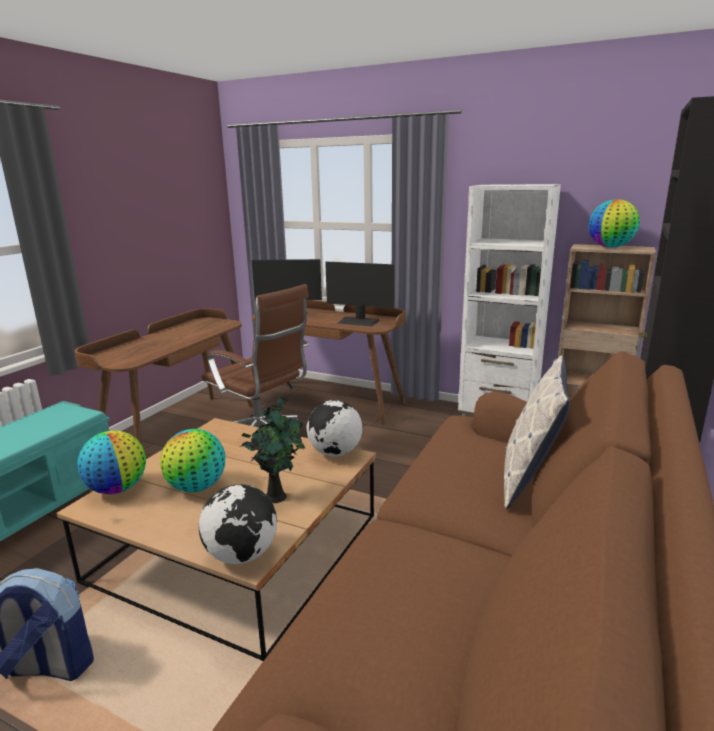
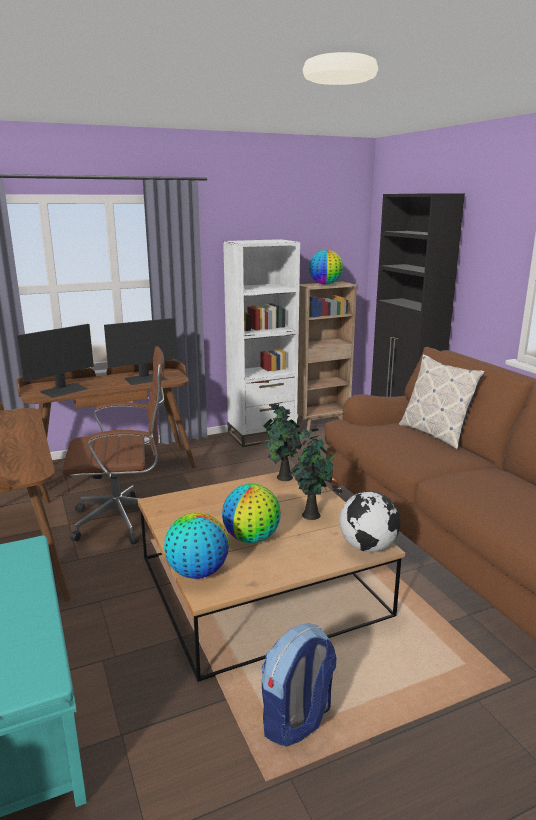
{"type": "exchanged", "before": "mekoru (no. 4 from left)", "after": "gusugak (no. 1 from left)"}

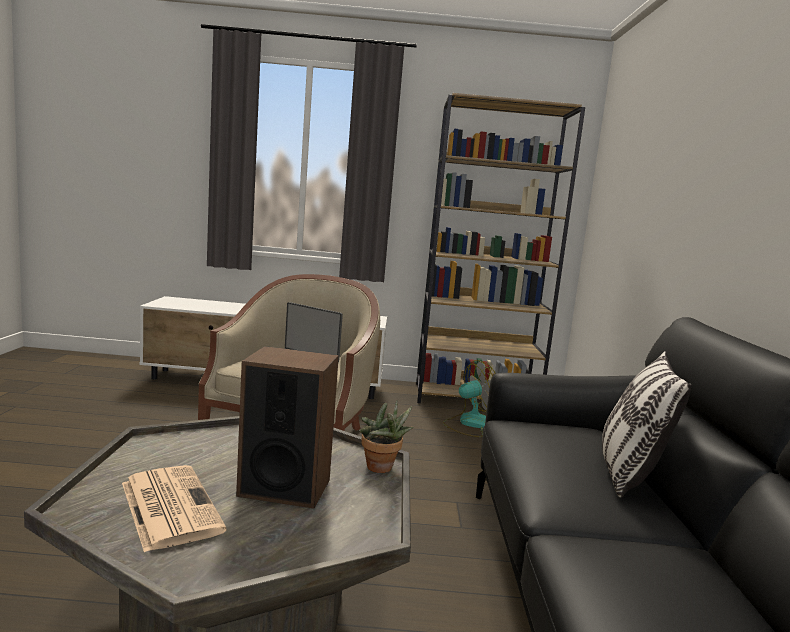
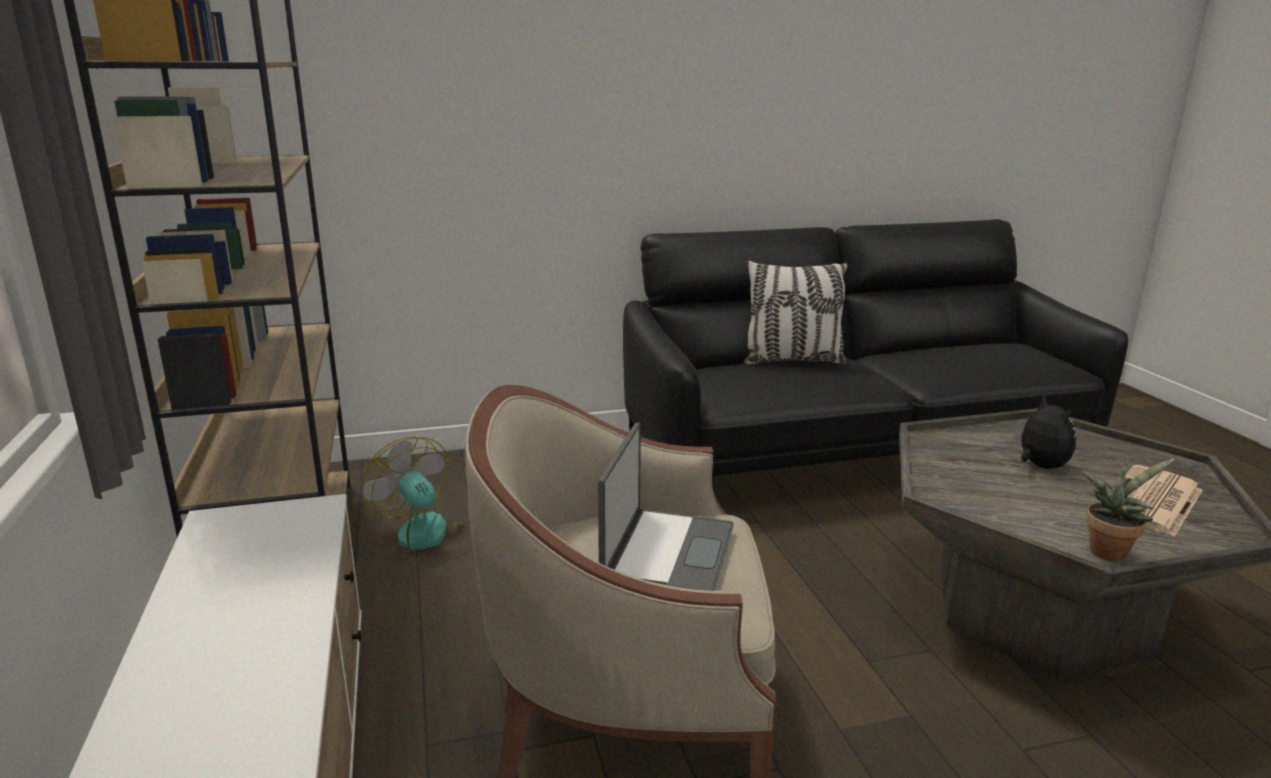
{"type": "exchanged", "before": "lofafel", "after": "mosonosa"}
{"type": "relocated", "before": "gusugak"}

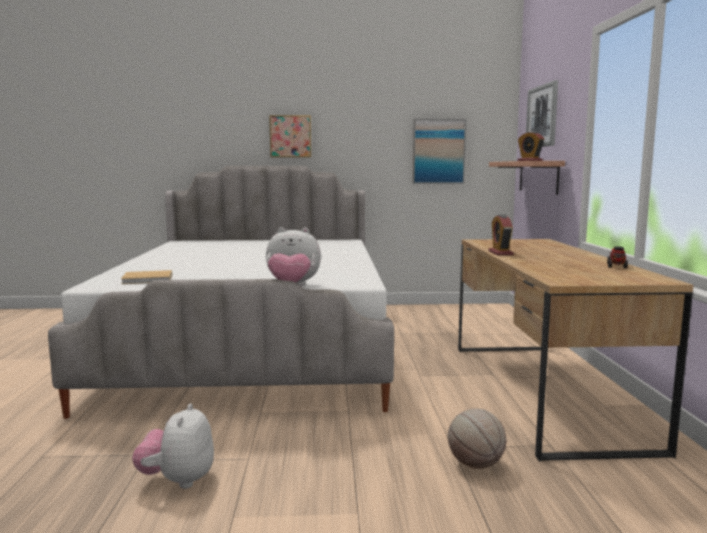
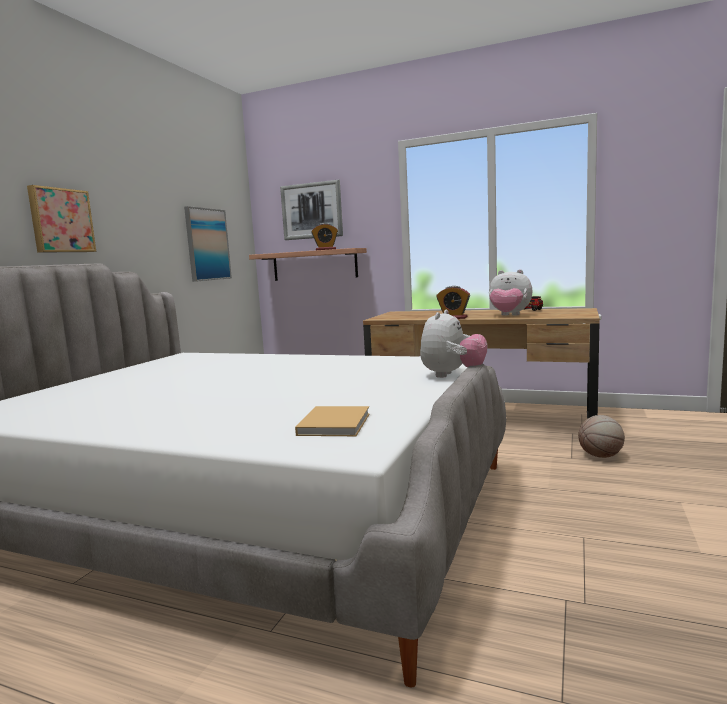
{"type": "relocated", "before": "mosonosa (no. 1 from left in the first image)", "after": "mosonosa (no. 2 from left)"}

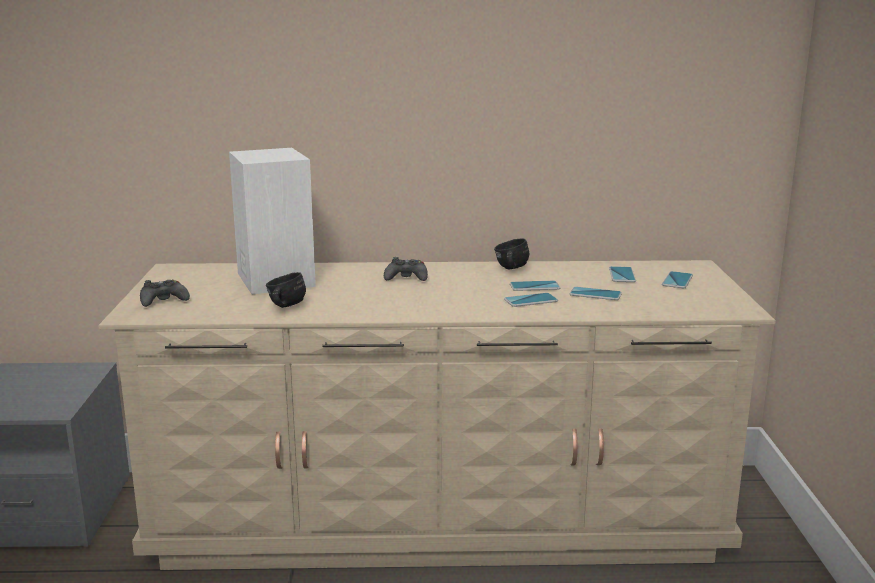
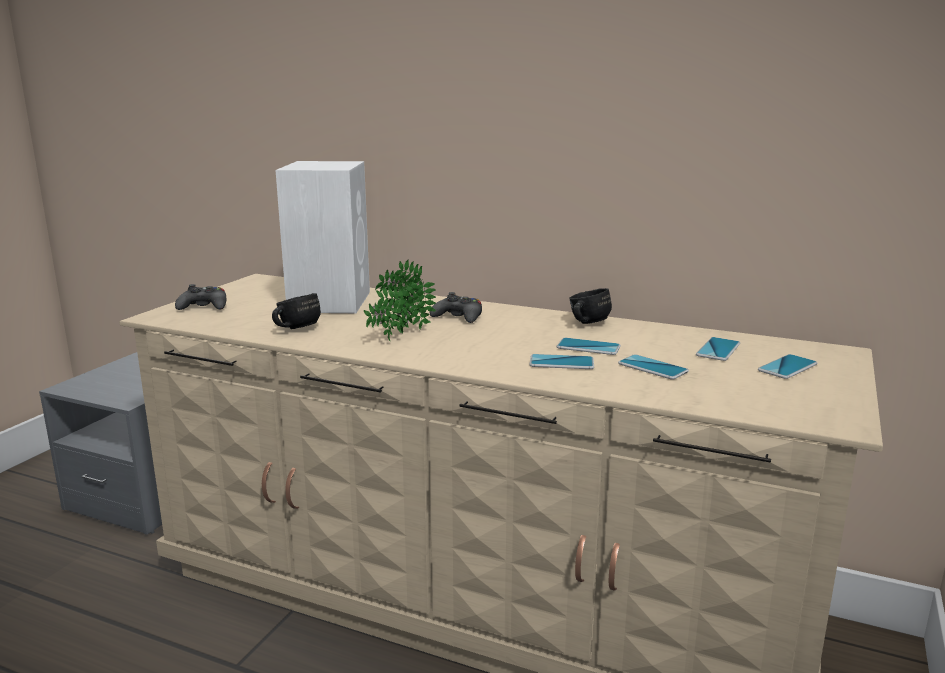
{"type": "appeared", "after": "gusugak"}

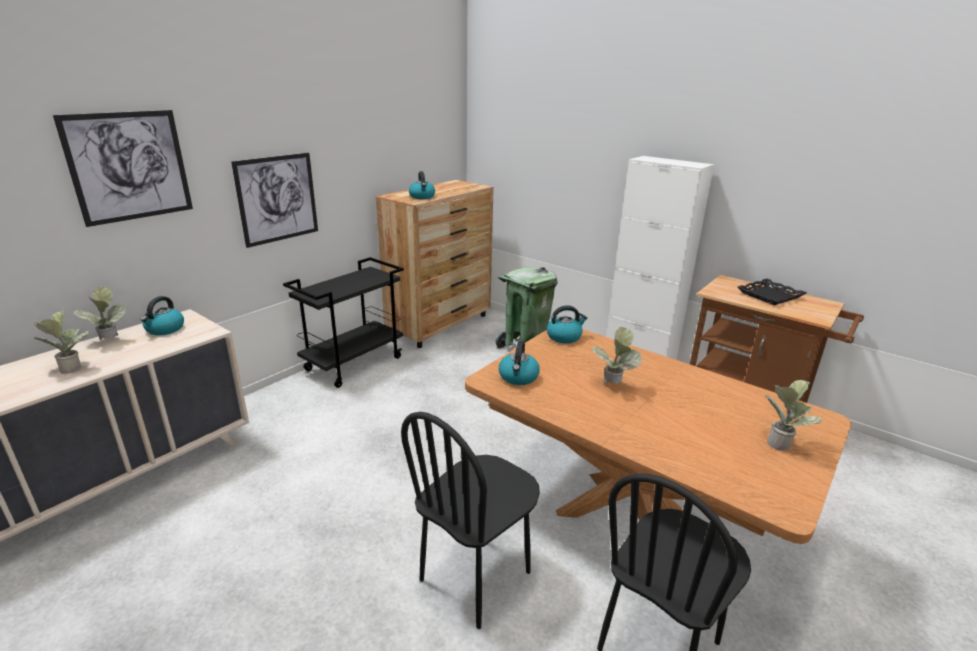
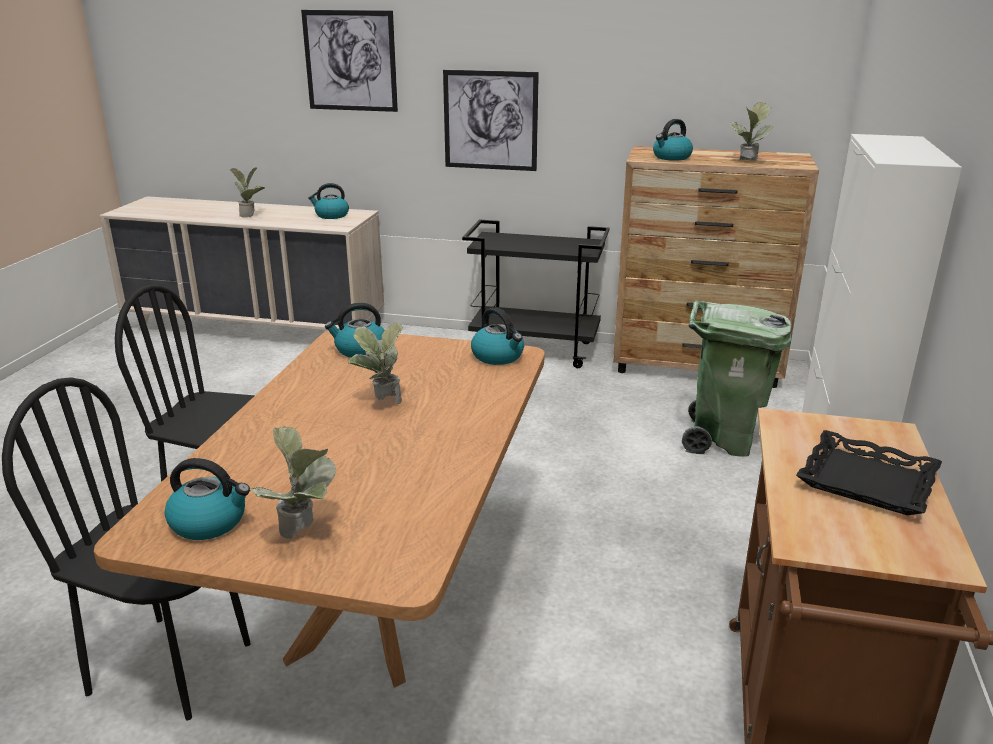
{"type": "appeared", "after": "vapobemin (no. 1 from left)"}
{"type": "relocated", "before": "gusugak (no. 2 from left in the first image)", "after": "gusugak (no. 4 from left)"}

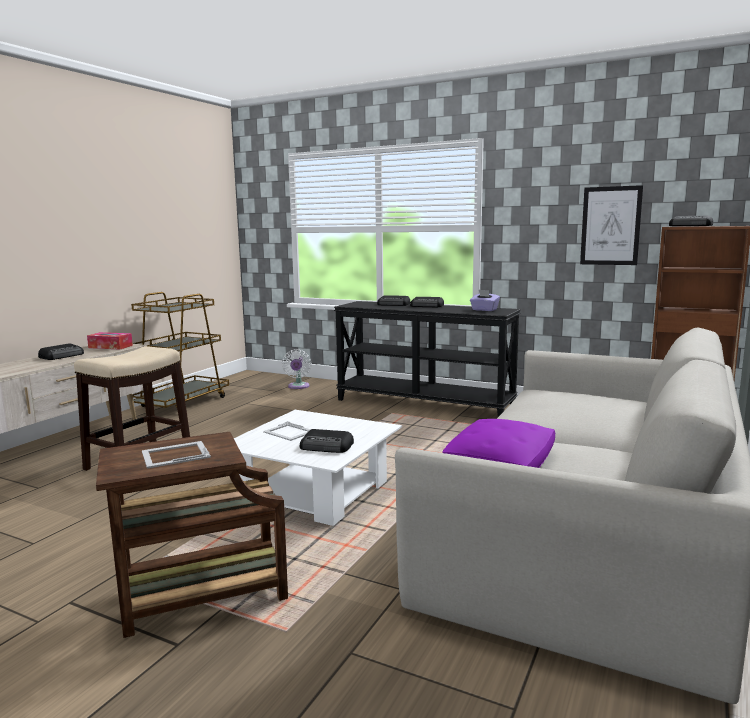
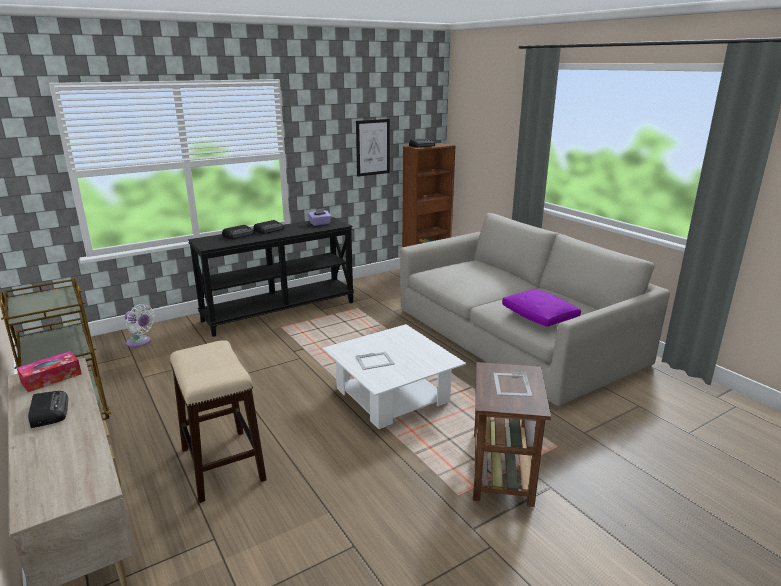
{"type": "missing", "before": "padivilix (no. 2 from left)"}

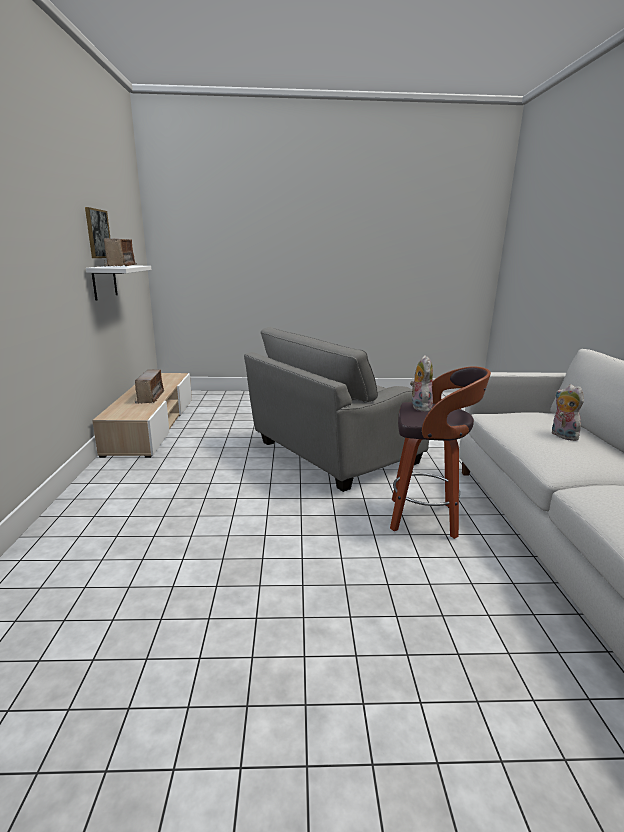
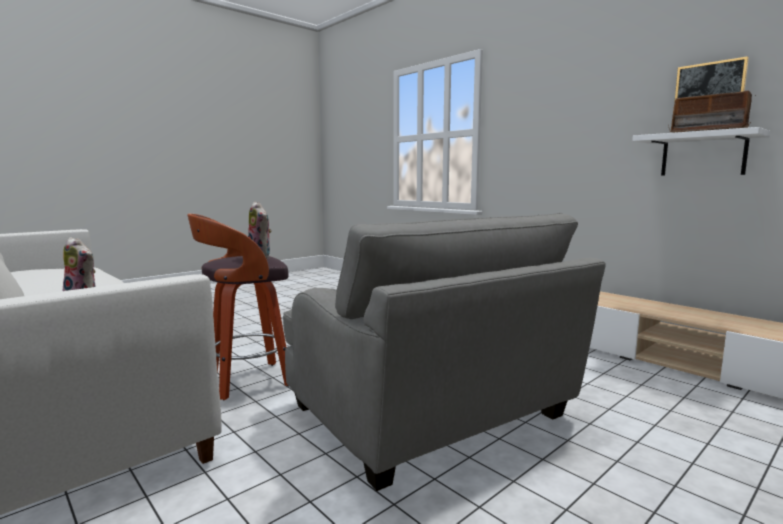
{"type": "spun", "before": "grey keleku", "turn": 135}
{"type": "missing", "before": "padivilix (no. 2 from left)"}

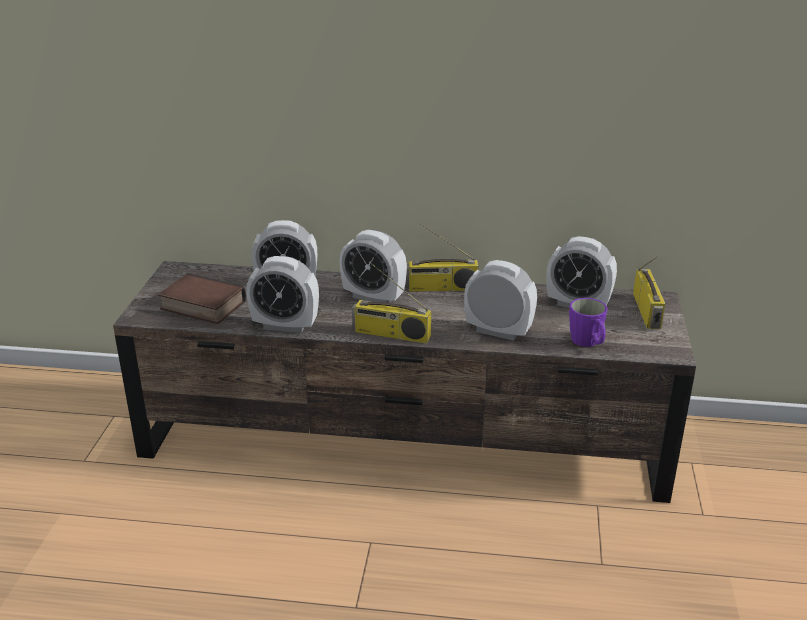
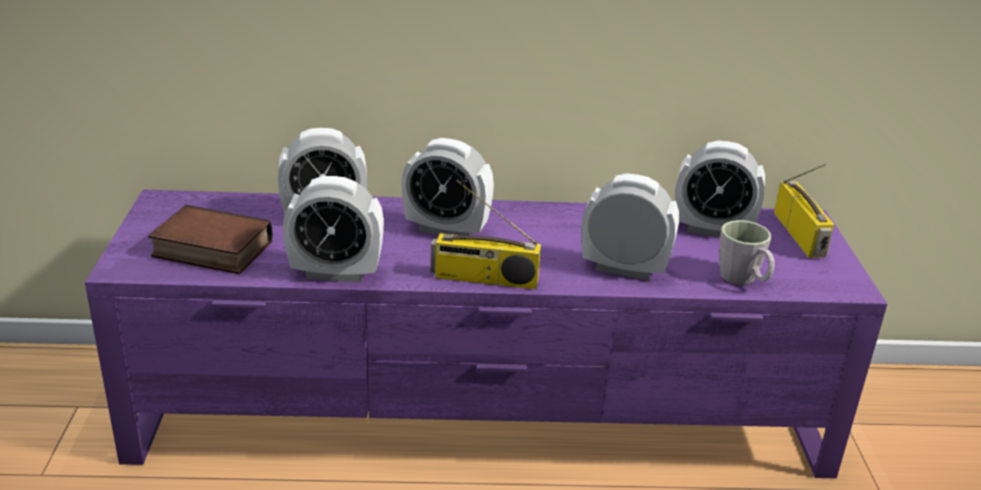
{"type": "colour", "before": "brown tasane", "after": "purple tasane"}
{"type": "colour", "before": "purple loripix", "after": "grey loripix"}
{"type": "missing", "before": "padivilix (no. 2 from left)"}

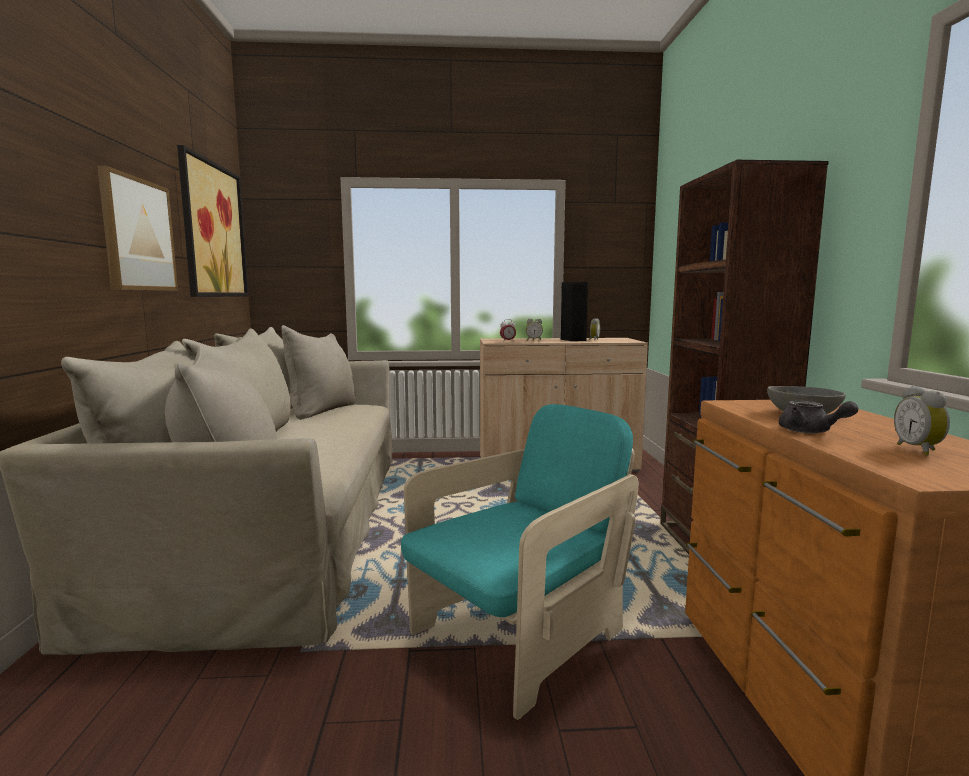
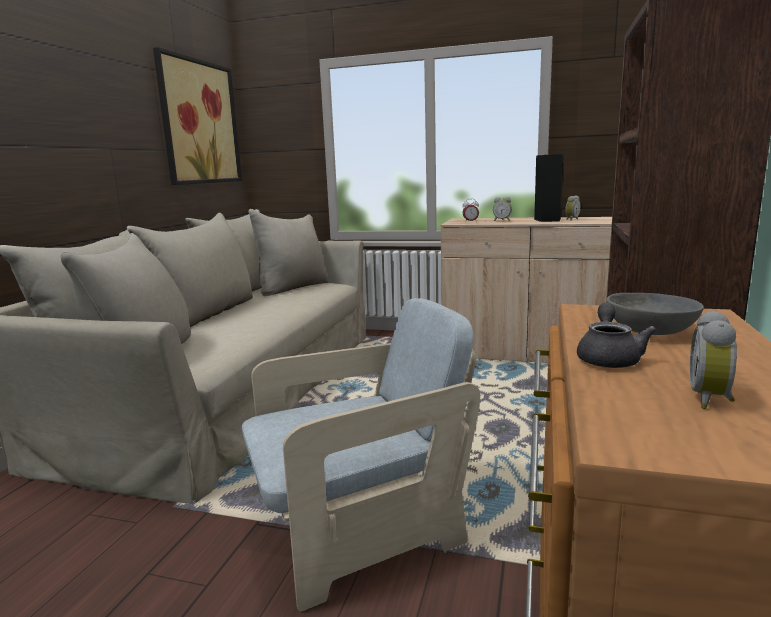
{"type": "colour", "before": "turquoise keleku", "after": "beige keleku"}
{"type": "spun", "before": "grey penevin", "turn": -150}
{"type": "missing", "before": "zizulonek (no. 1 from left)"}

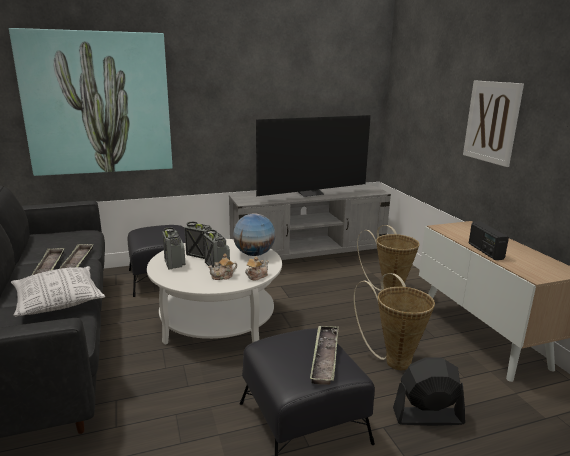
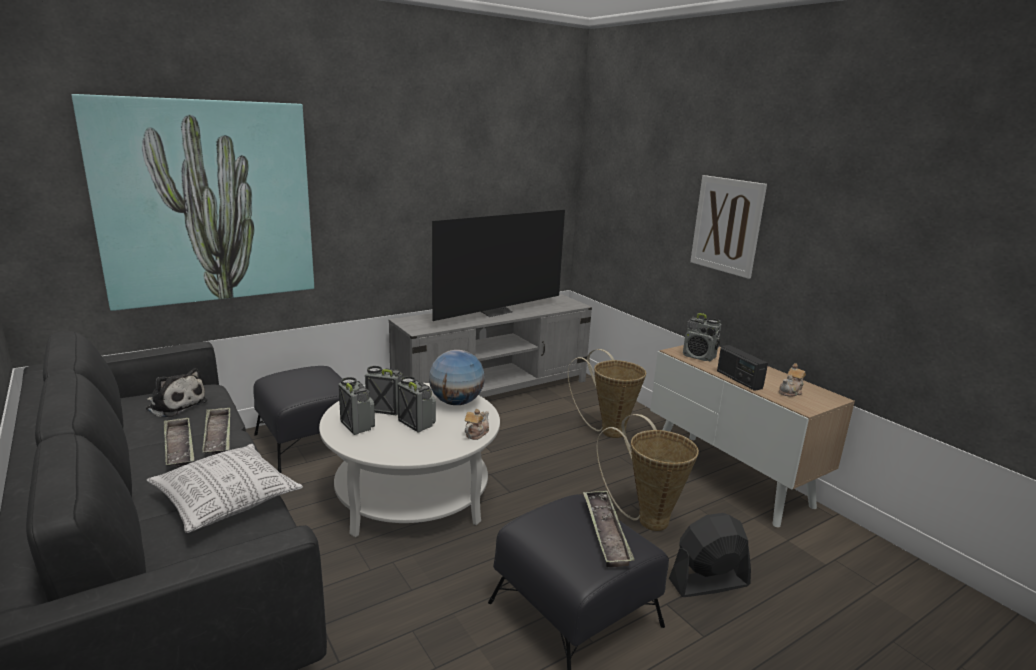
{"type": "appeared", "after": "mosonosa"}
{"type": "appeared", "after": "padivilix (no. 4 from left)"}
{"type": "relocated", "before": "penevin (no. 1 from left in the first image)", "after": "penevin (no. 2 from left)"}

